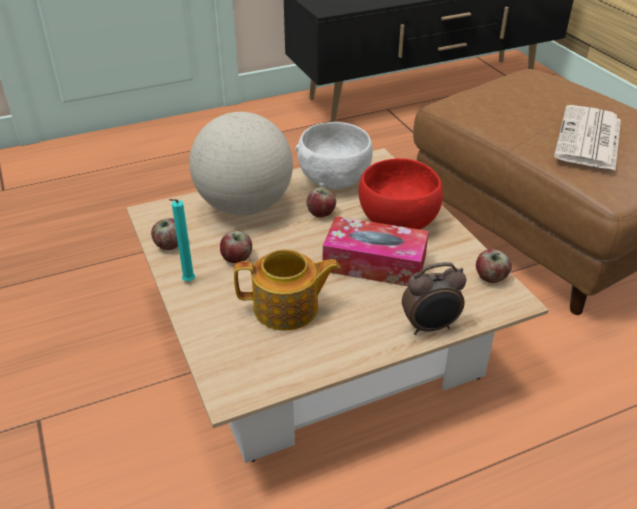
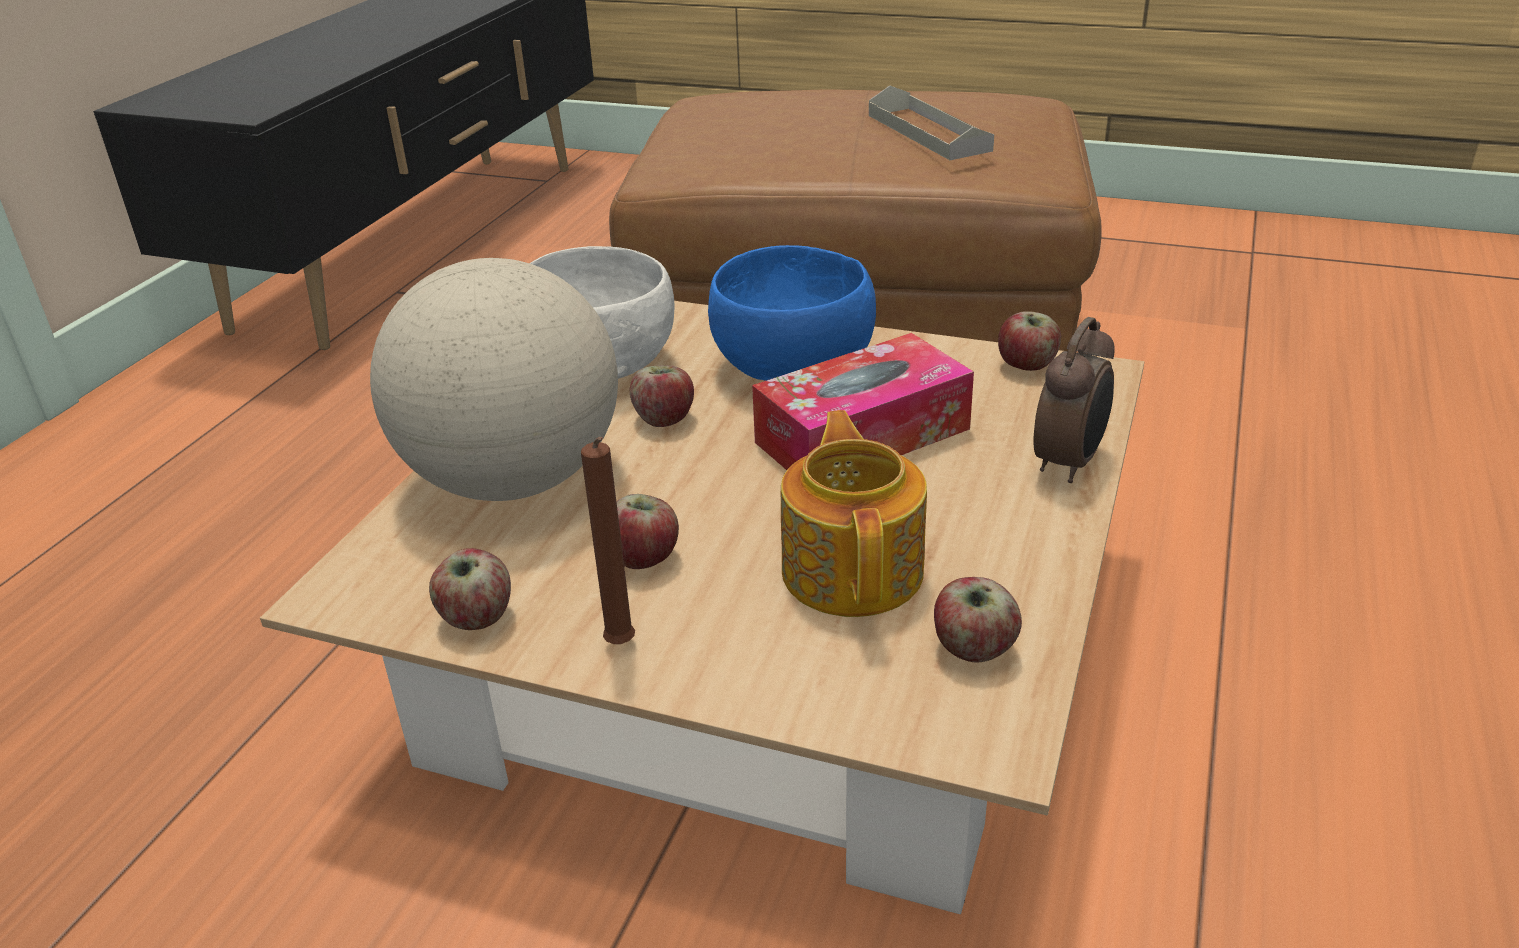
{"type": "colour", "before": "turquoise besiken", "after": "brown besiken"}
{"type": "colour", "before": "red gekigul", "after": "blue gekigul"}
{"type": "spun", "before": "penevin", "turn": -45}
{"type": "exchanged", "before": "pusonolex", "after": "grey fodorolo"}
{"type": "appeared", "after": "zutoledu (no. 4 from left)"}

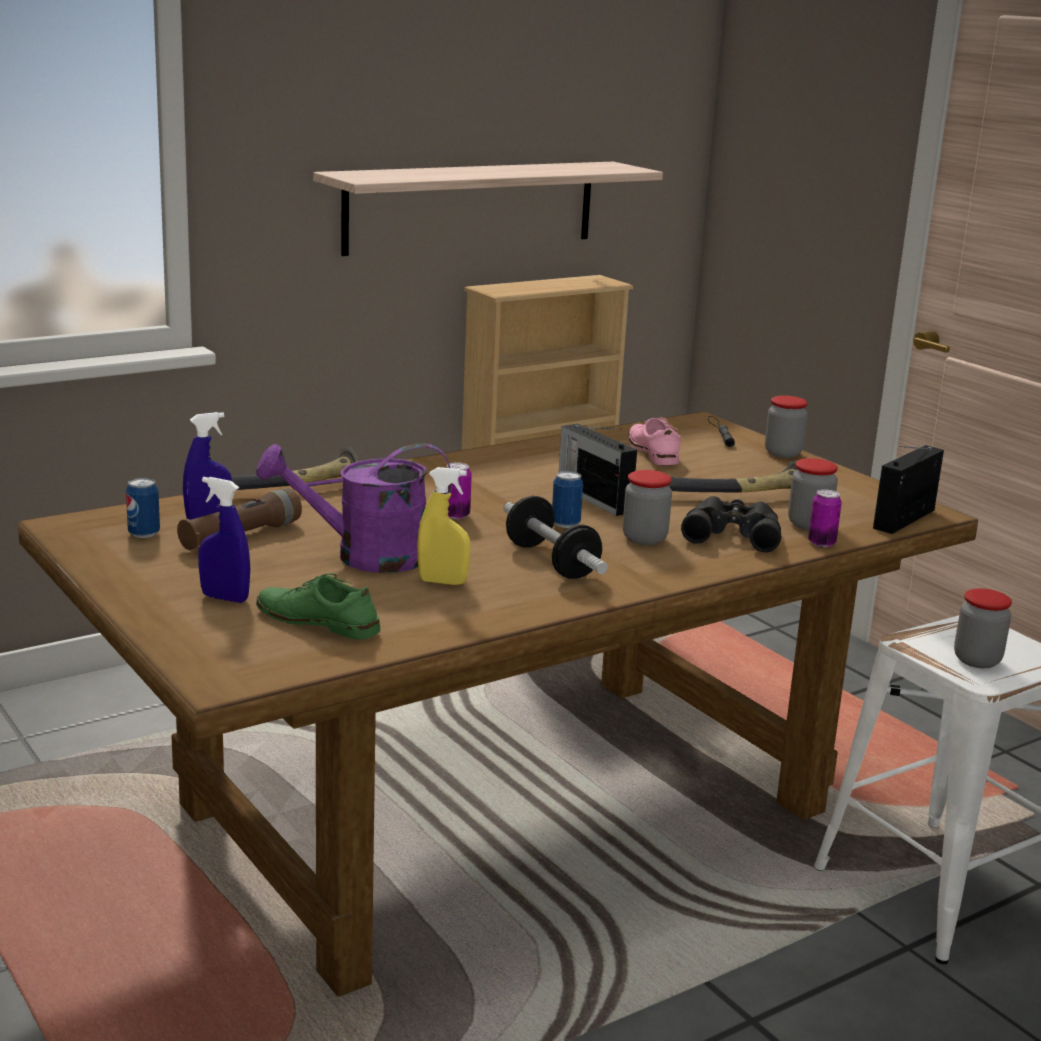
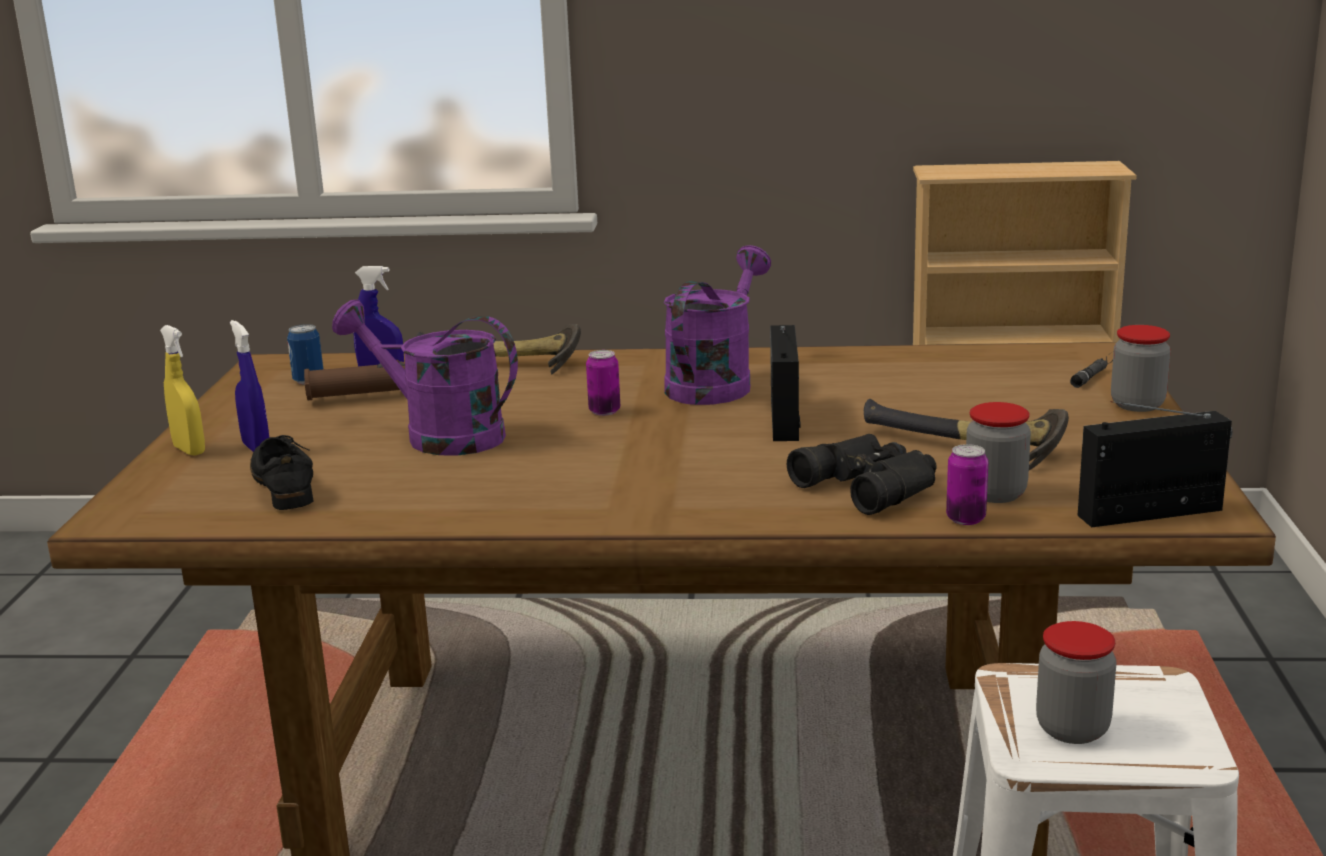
{"type": "relocated", "before": "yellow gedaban"}
{"type": "colour", "before": "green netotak", "after": "black netotak"}
{"type": "appeared", "after": "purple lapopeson (no. 2 from left)"}
{"type": "missing", "before": "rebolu"}
{"type": "missing", "before": "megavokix"}
{"type": "missing", "before": "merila (no. 3 from left)"}
{"type": "missing", "before": "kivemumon (no. 1 from left)"}
{"type": "missing", "before": "pink netotak"}

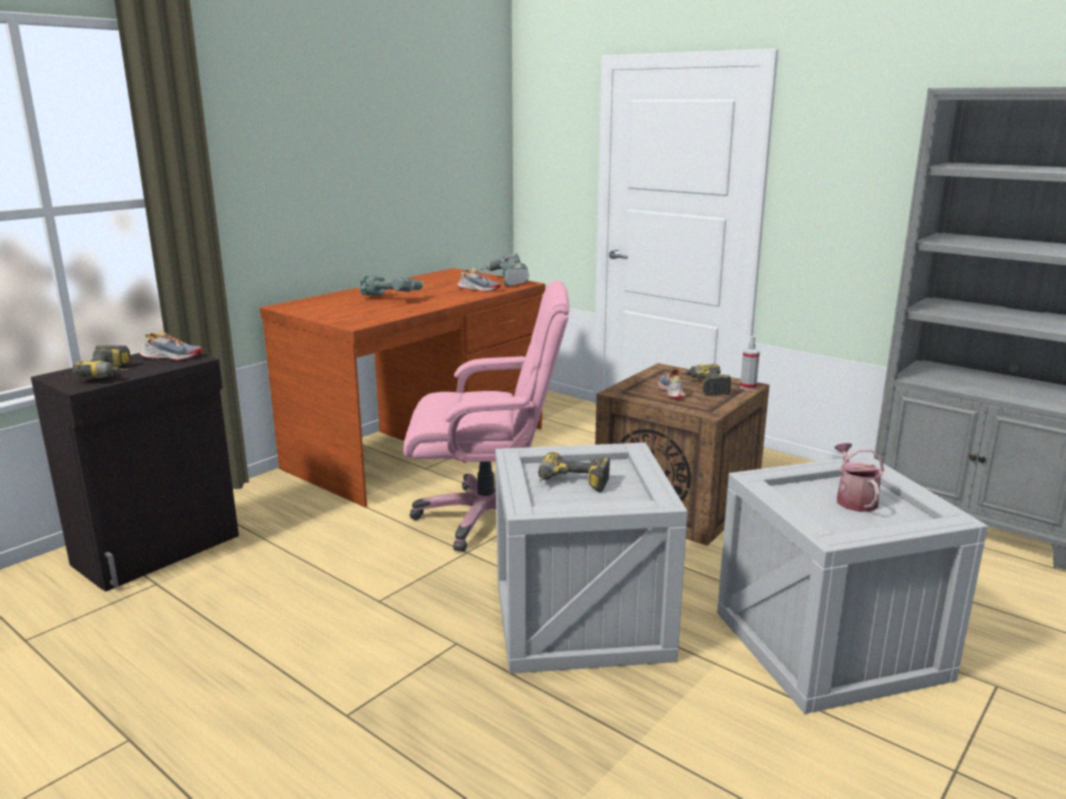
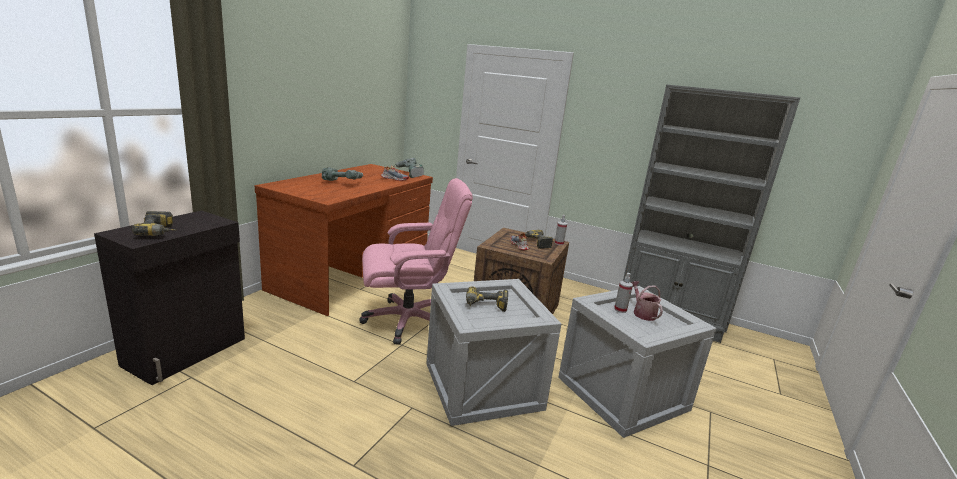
{"type": "appeared", "after": "gedaban (no. 2 from left)"}
{"type": "missing", "before": "netotak (no. 1 from left)"}

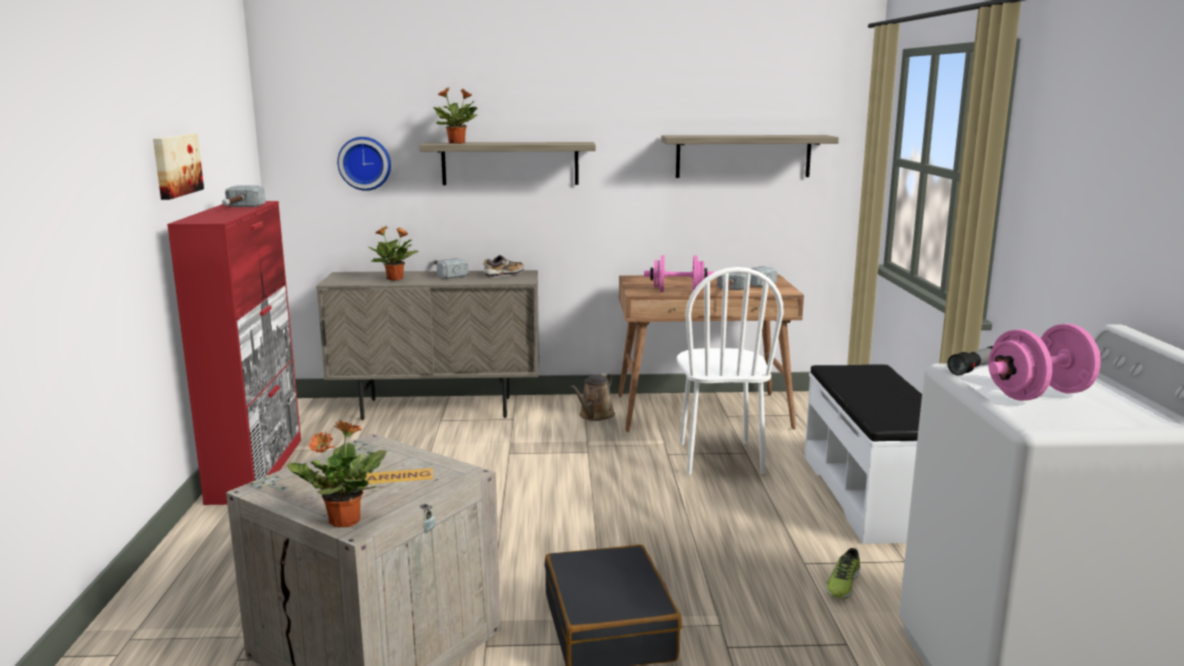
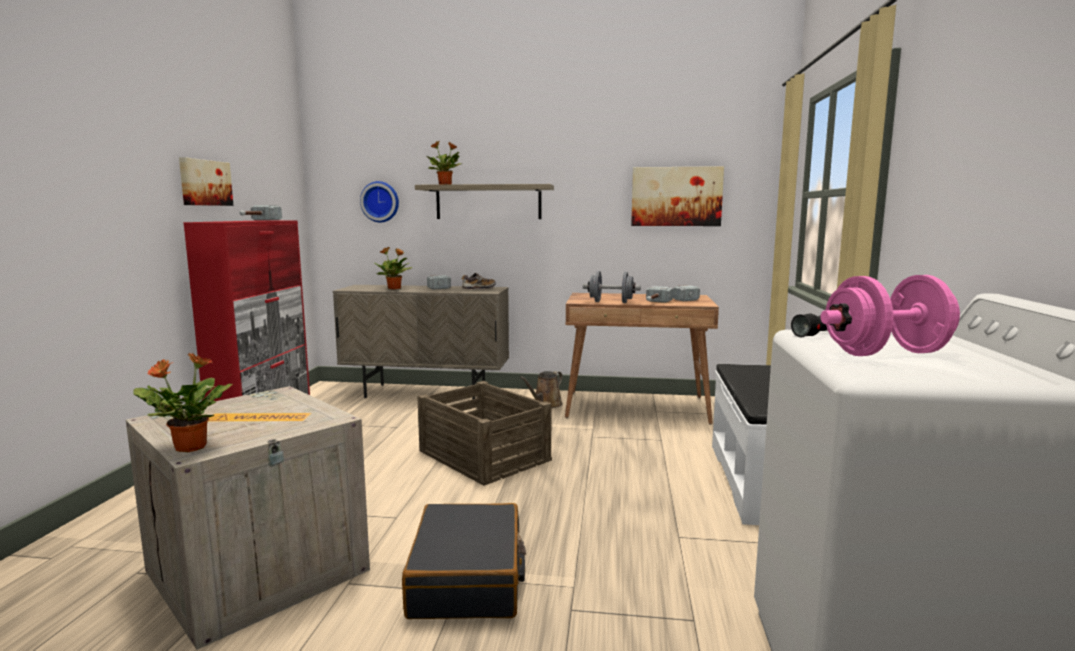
{"type": "appeared", "after": "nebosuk (no. 2 from left)"}
{"type": "colour", "before": "pink megavokix (no. 1 from left)", "after": "grey megavokix"}
{"type": "exchanged", "before": "rebolu (no. 2 from left)", "after": "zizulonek (no. 2 from left)"}
{"type": "missing", "before": "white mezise"}
{"type": "missing", "before": "netotak (no. 2 from left)"}

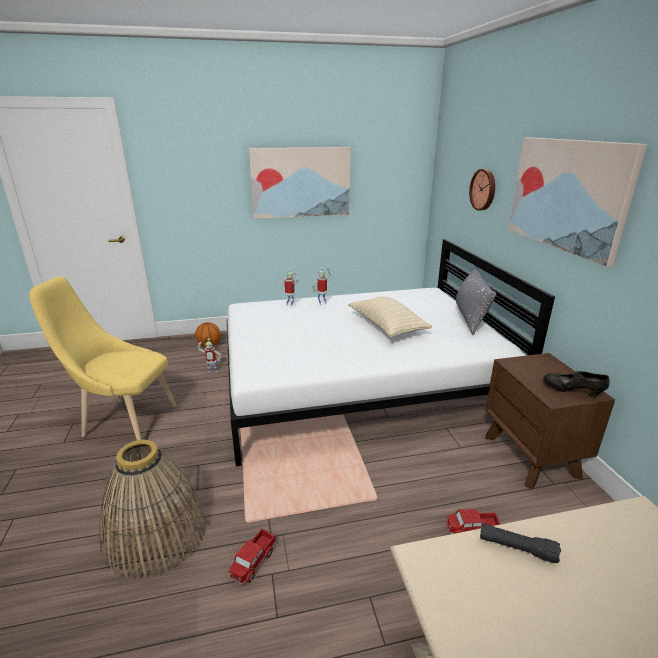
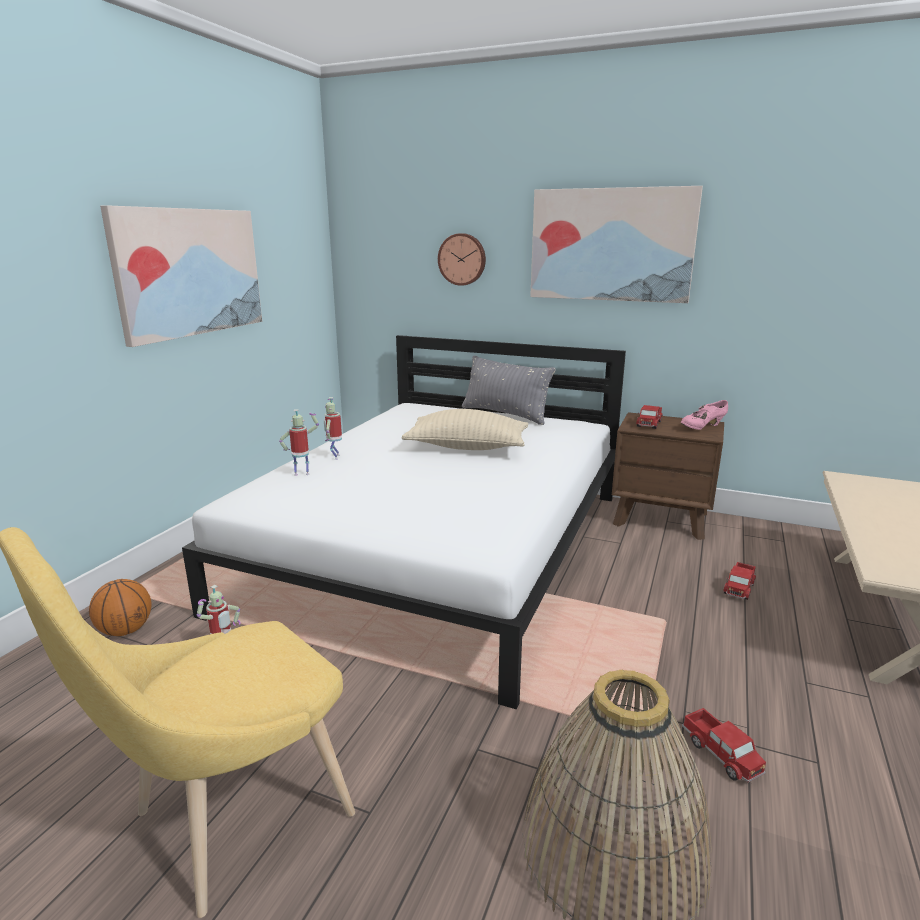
{"type": "appeared", "after": "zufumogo (no. 1 from left)"}
{"type": "colour", "before": "black netotak", "after": "pink netotak"}
{"type": "missing", "before": "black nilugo"}

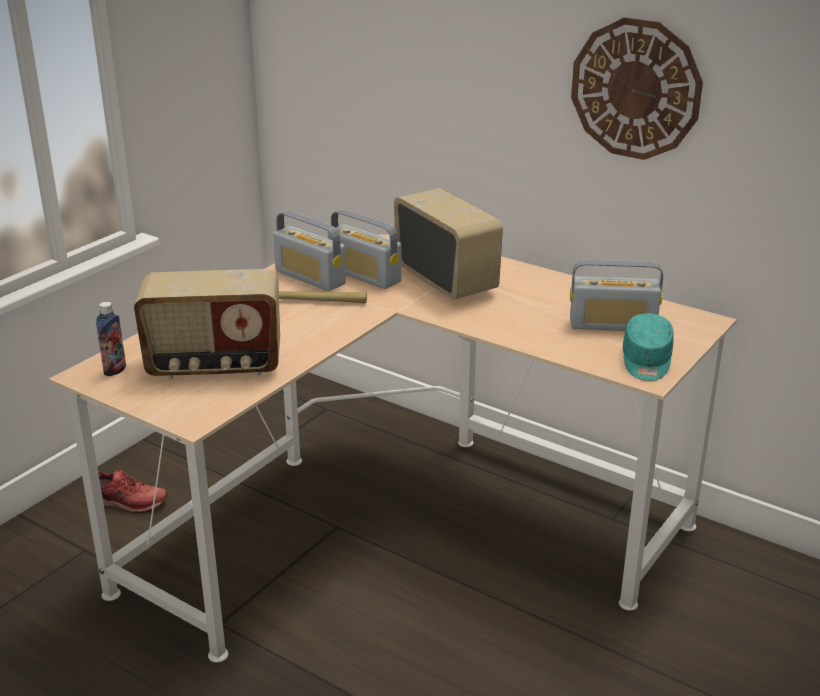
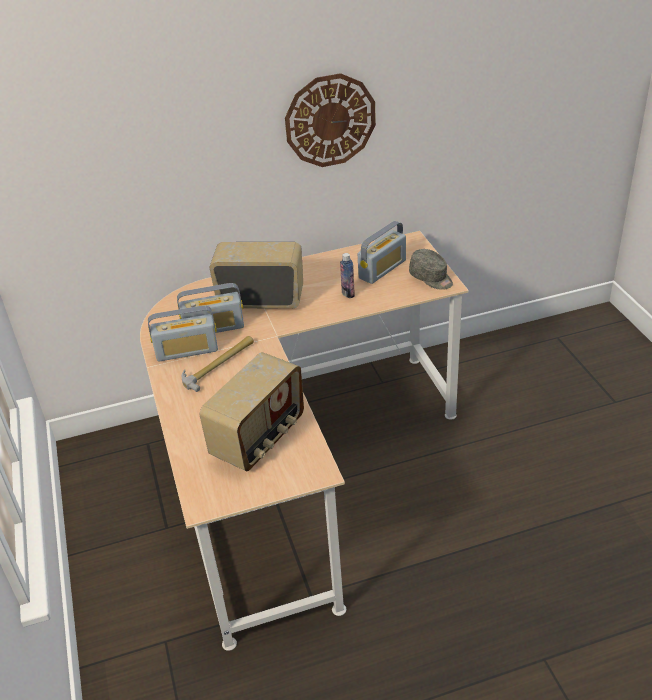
{"type": "relocated", "before": "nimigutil"}
{"type": "colour", "before": "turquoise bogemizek", "after": "grey bogemizek"}
{"type": "missing", "before": "red netotak"}

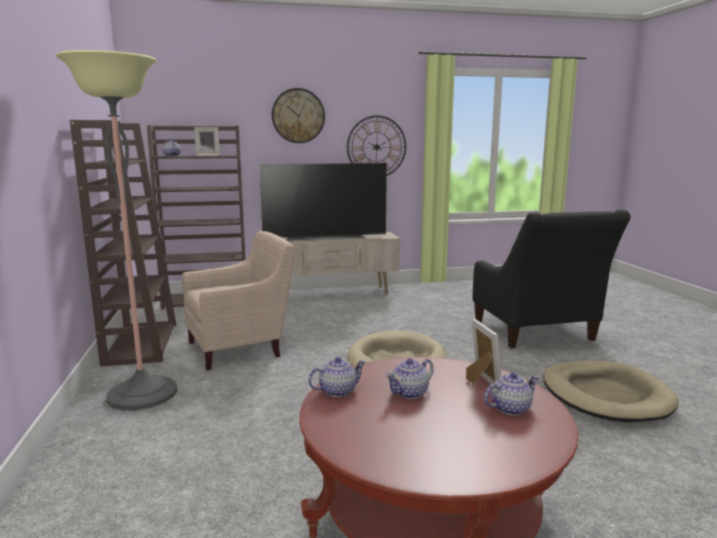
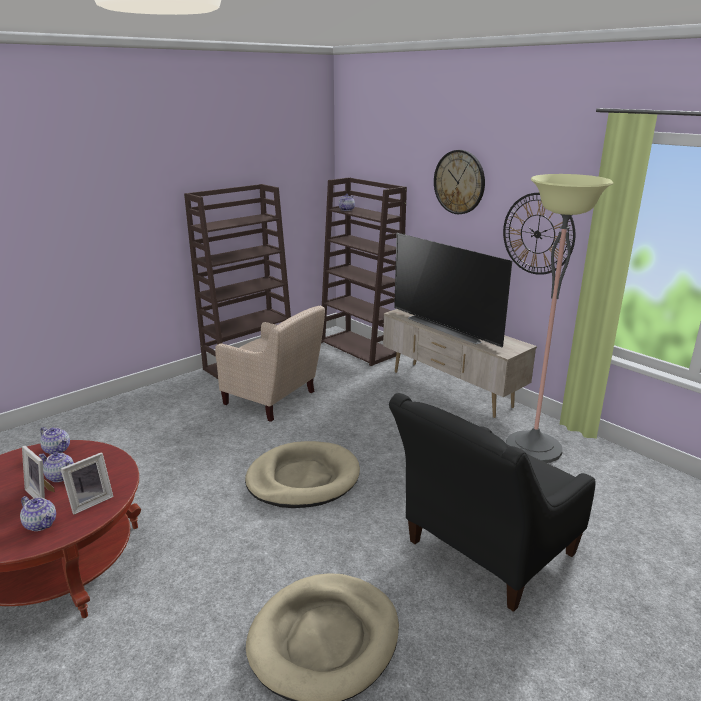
{"type": "relocated", "before": "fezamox (no. 1 from left)"}
{"type": "relocated", "before": "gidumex"}

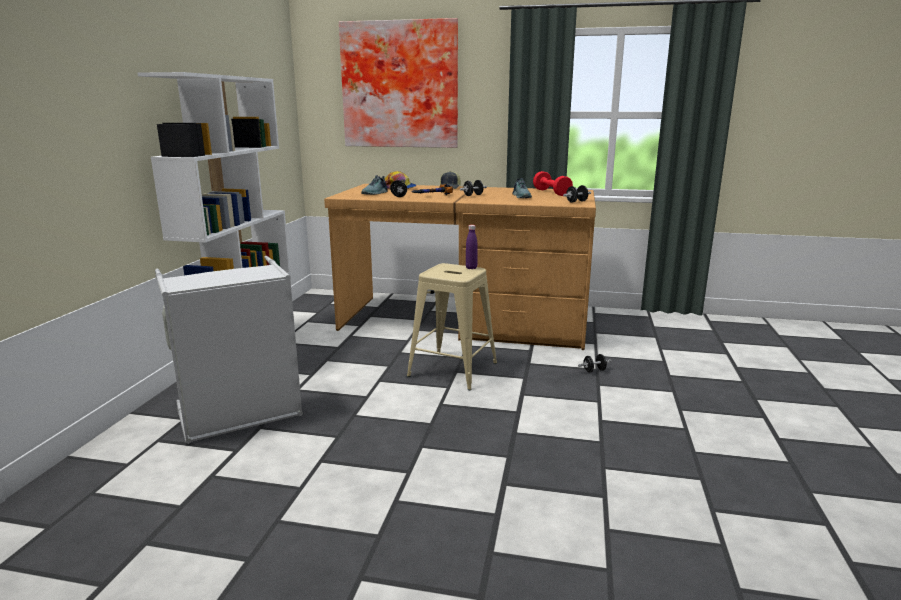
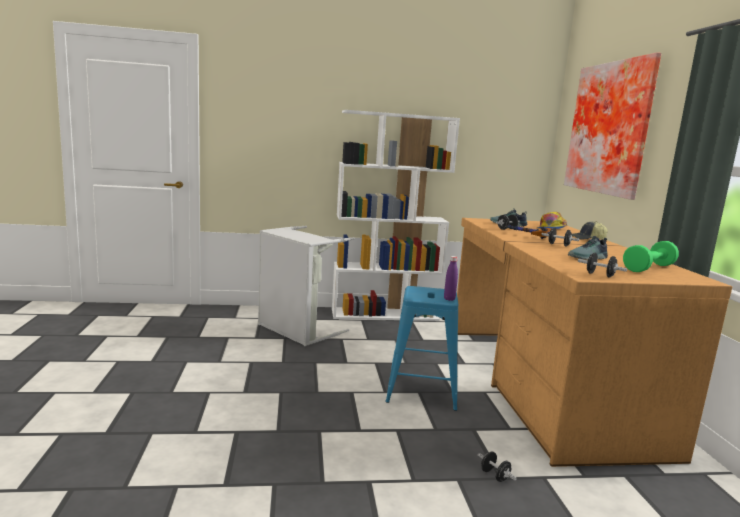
{"type": "colour", "before": "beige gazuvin", "after": "blue gazuvin"}
{"type": "colour", "before": "red megavokix", "after": "green megavokix"}

